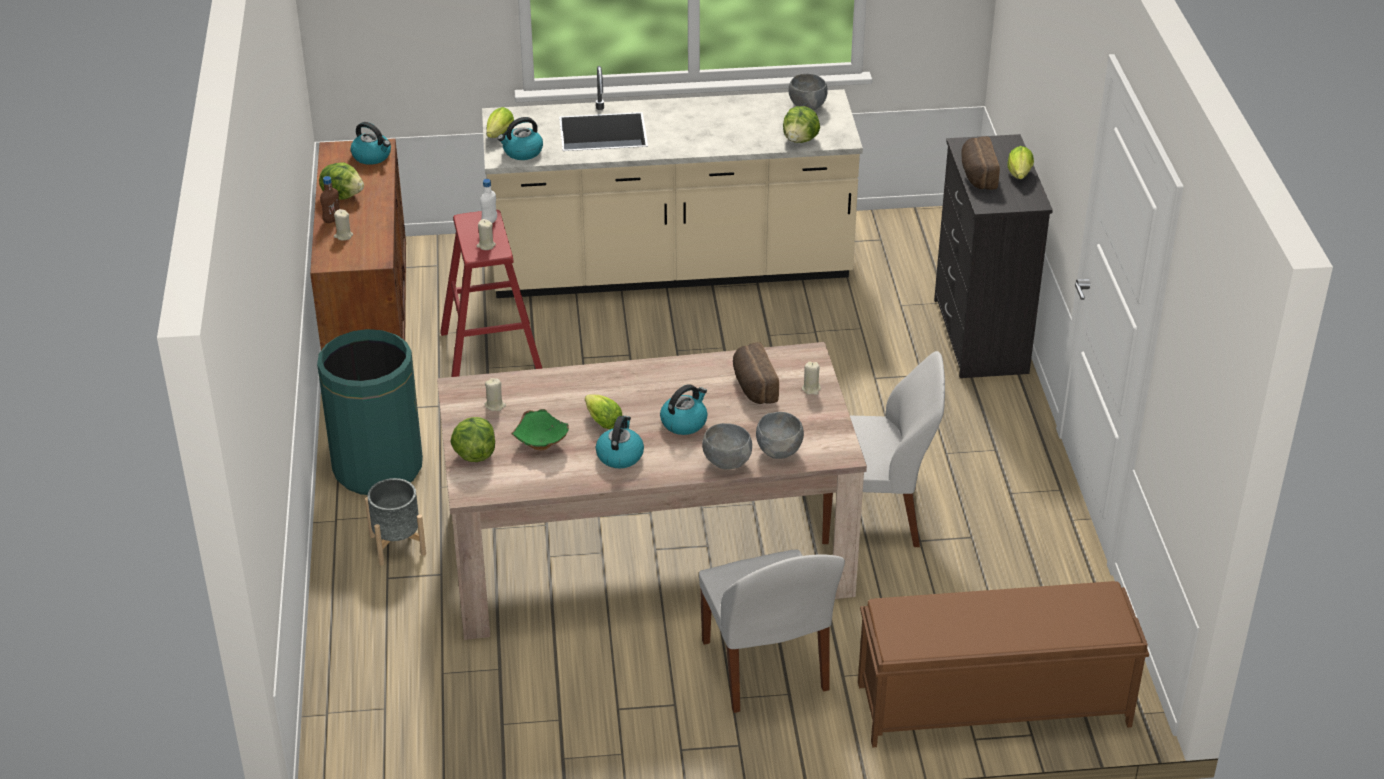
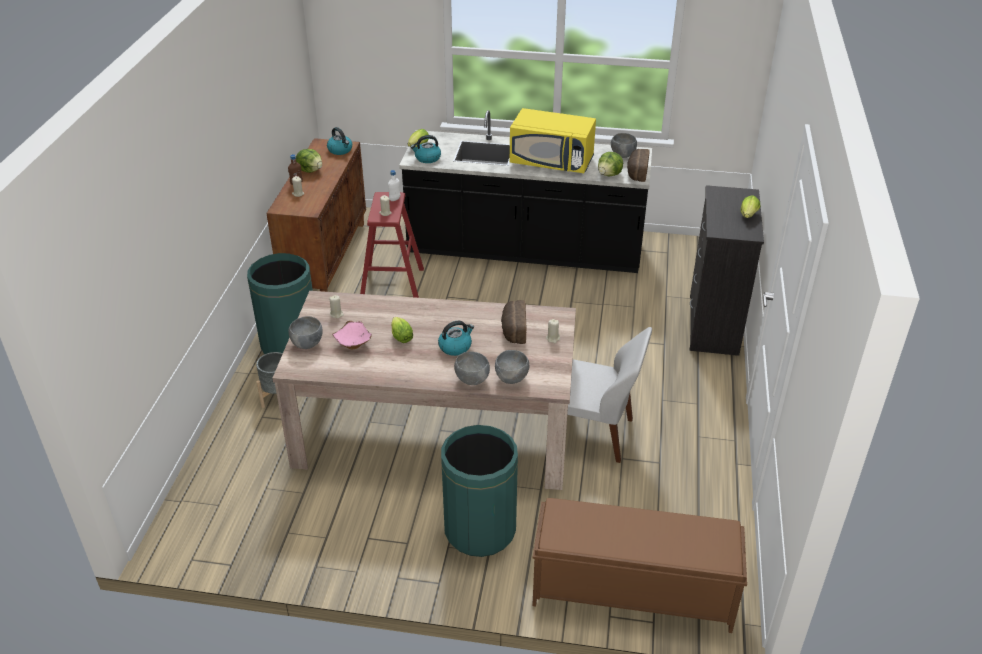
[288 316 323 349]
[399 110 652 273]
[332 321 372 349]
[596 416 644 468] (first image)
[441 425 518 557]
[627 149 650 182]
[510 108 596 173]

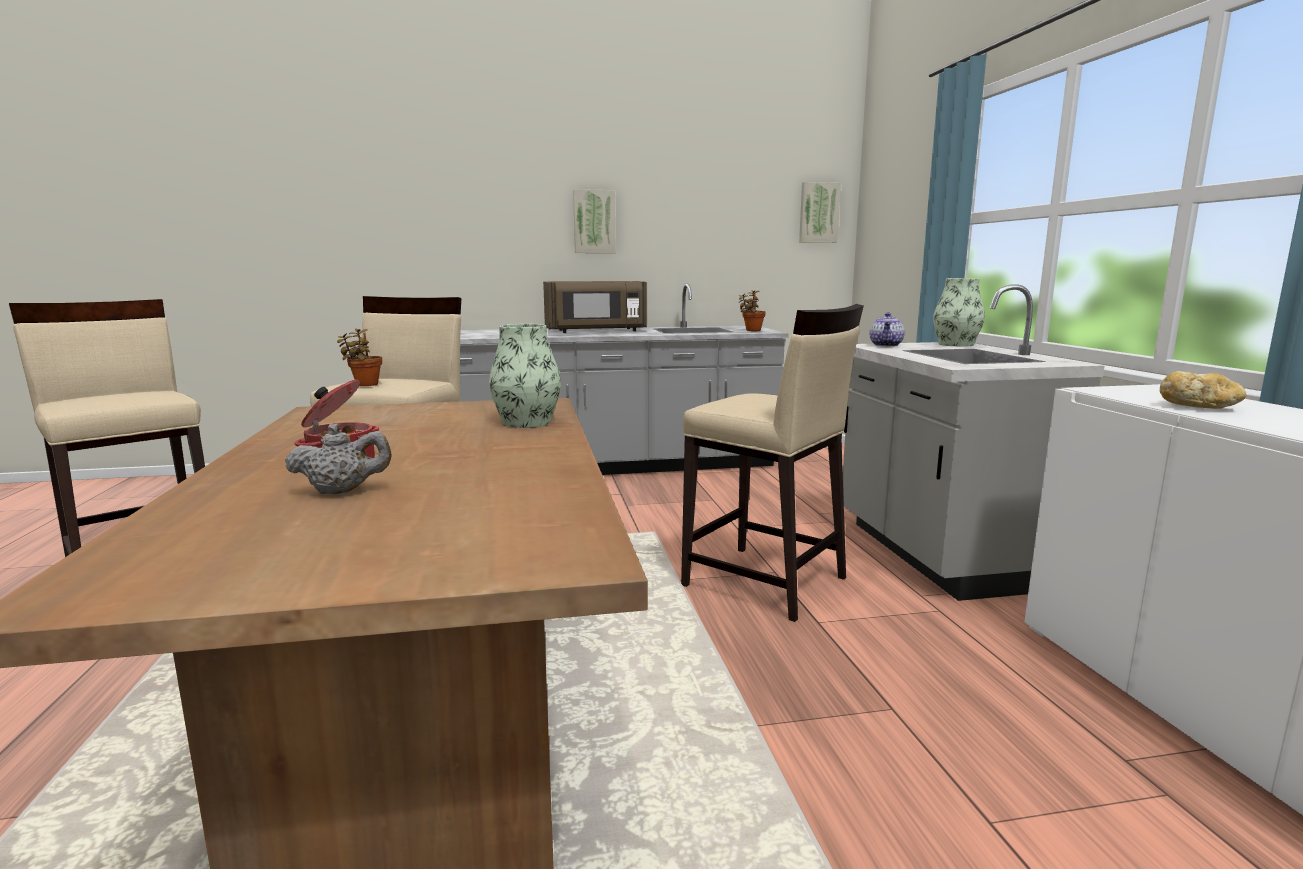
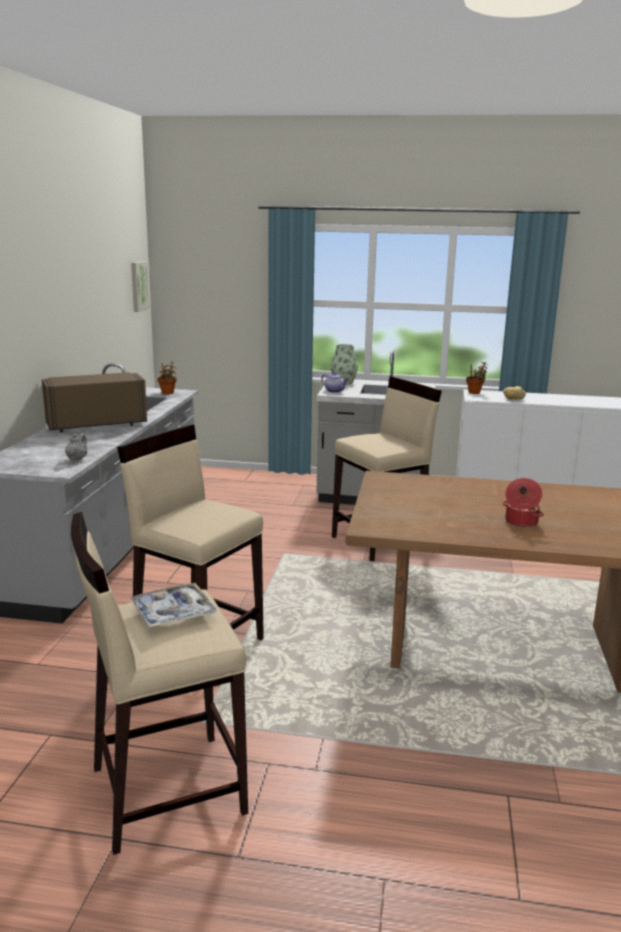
[65 433 88 461]
[466 362 488 394]
[489 324 561 428] (first image)
[42 372 147 432]
[573 189 616 253] (first image)
[129 583 218 628]

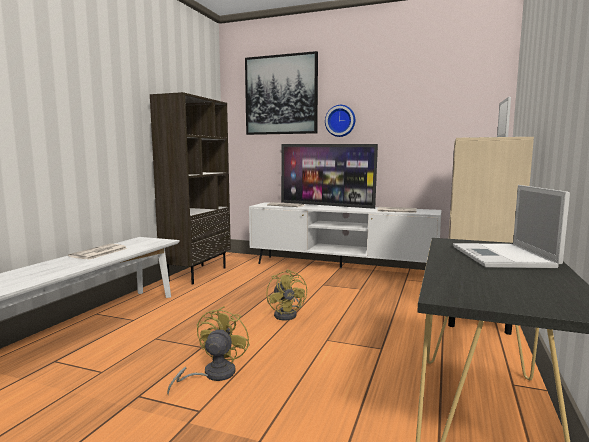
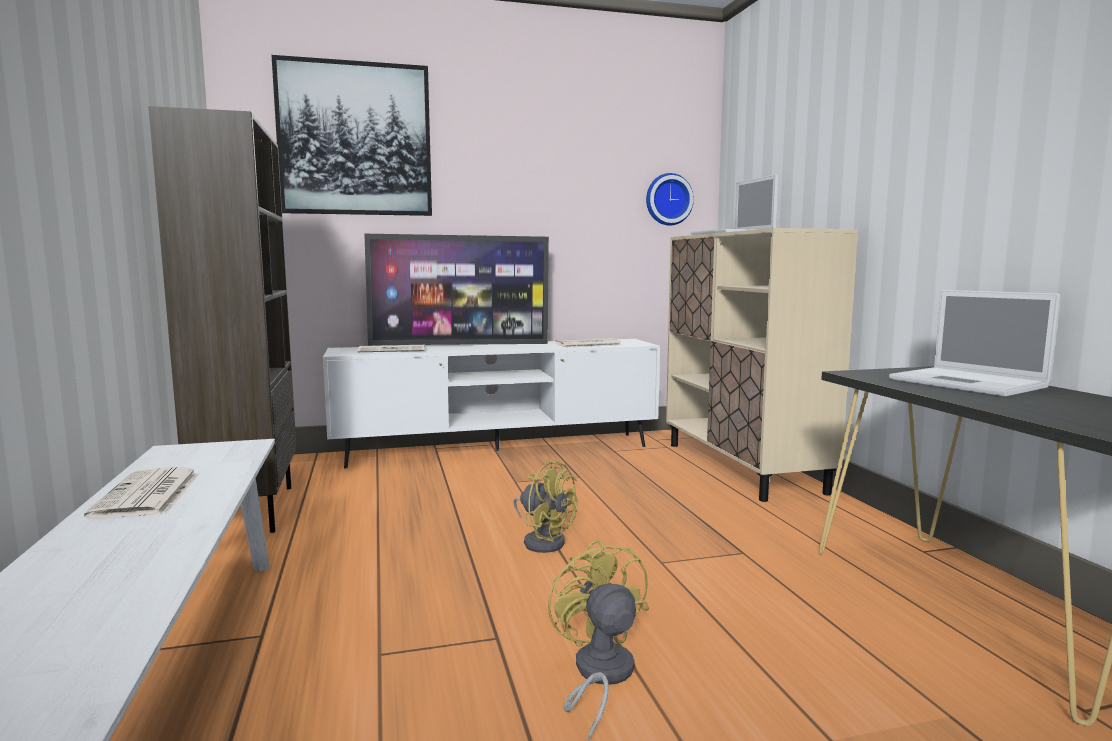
[646 173 694 226]

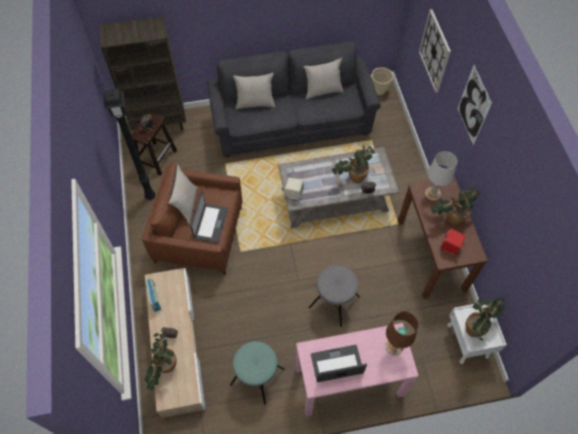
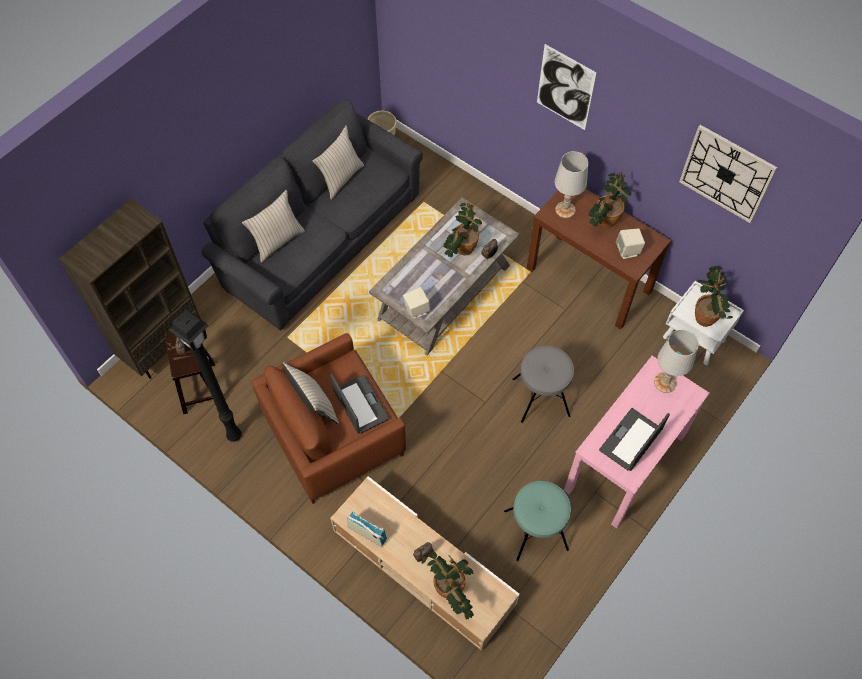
[654 329 699 393]
[679 125 778 223]
[616 229 645 259]

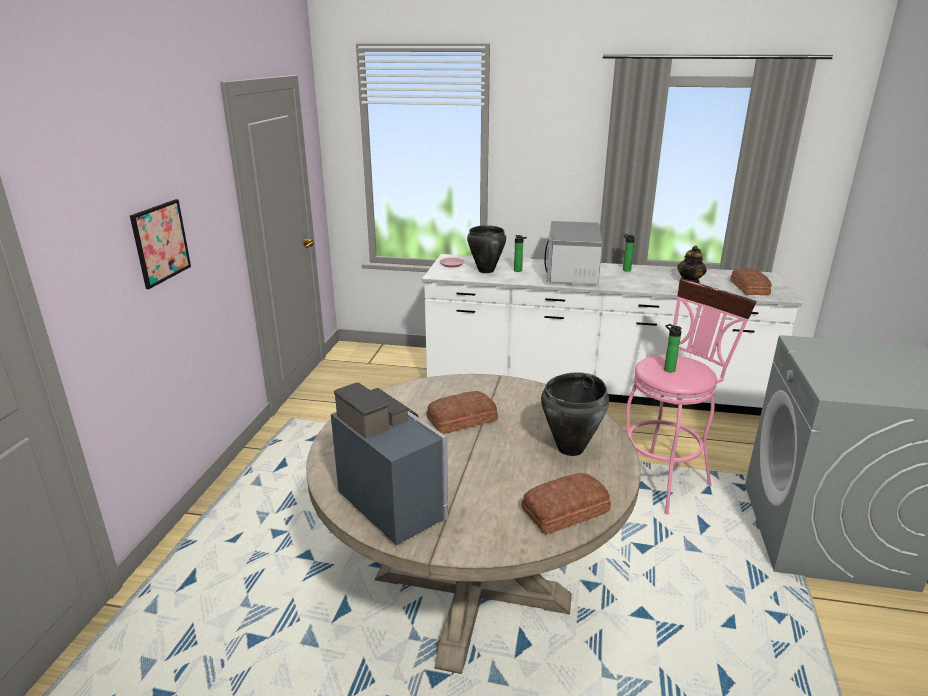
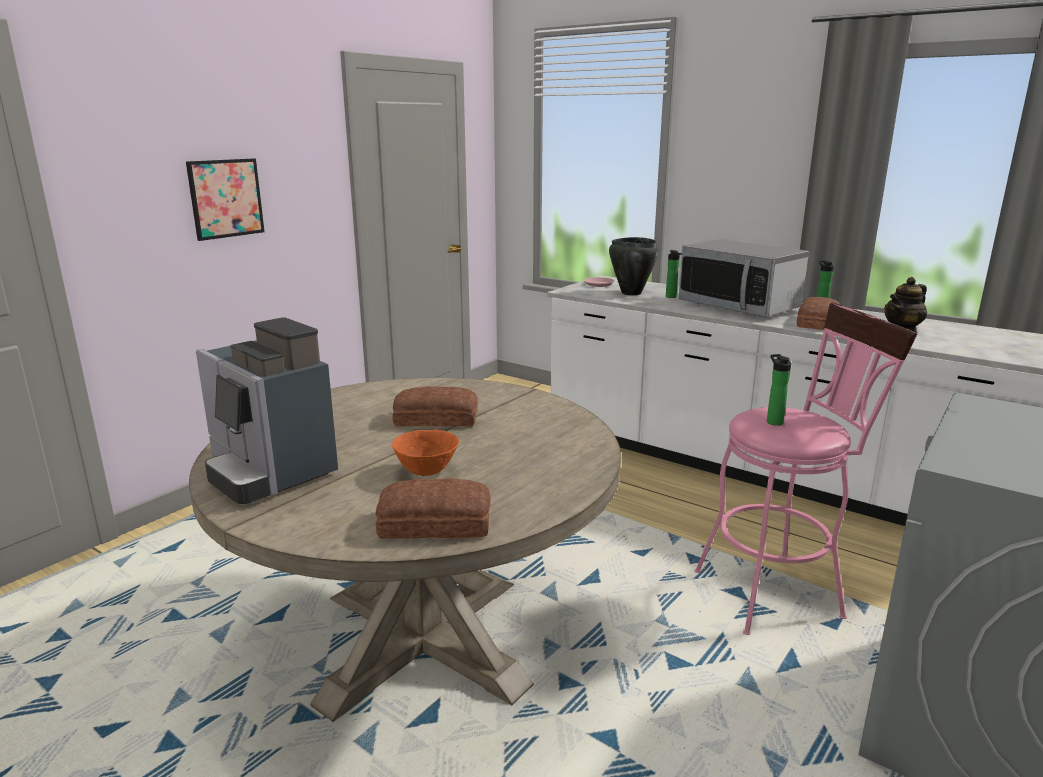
[196 317 338 504]
[541 372 609 456] (first image)
[678 239 809 317]
[797 297 840 330]
[392 429 459 476]

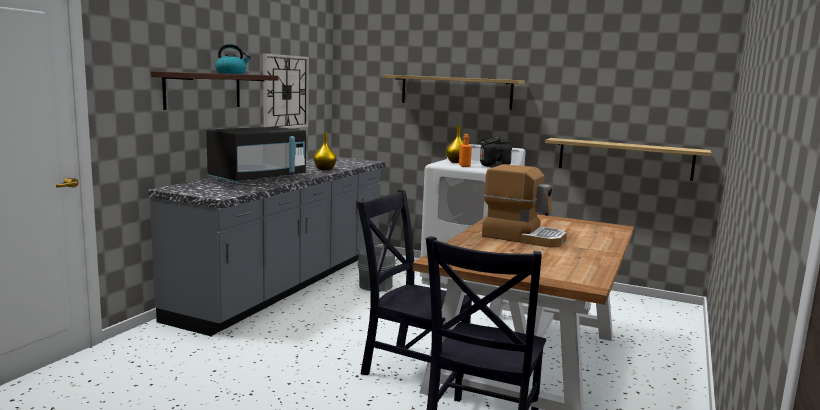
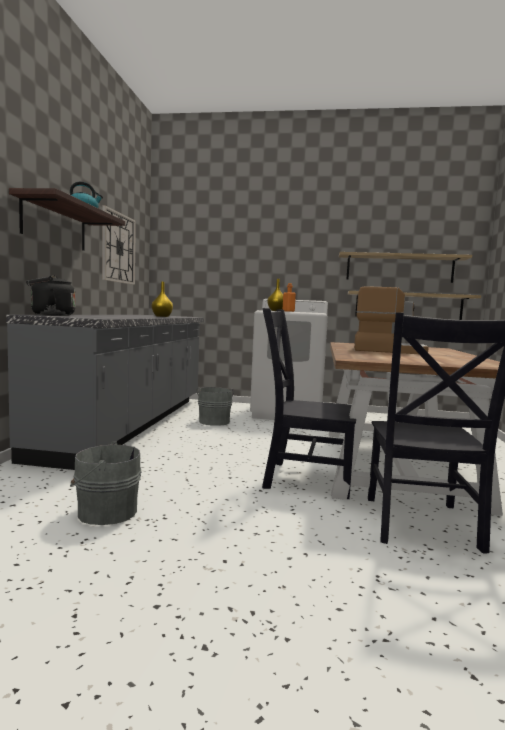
[206 127 306 184] (first image)
[339 252 472 283]
[26 275 75 316]
[70 441 141 525]

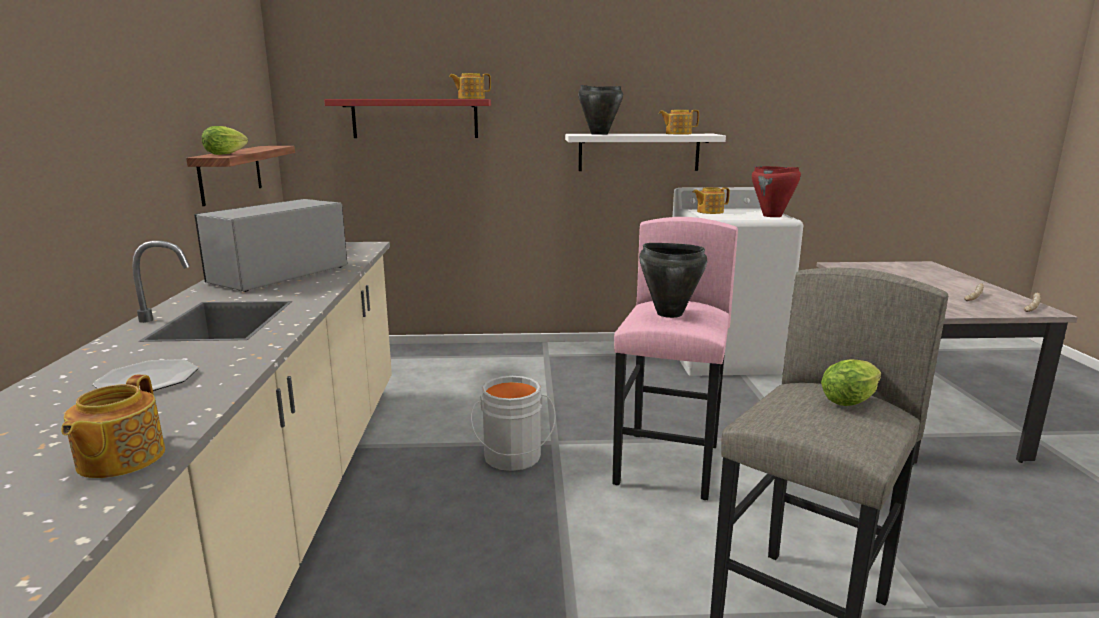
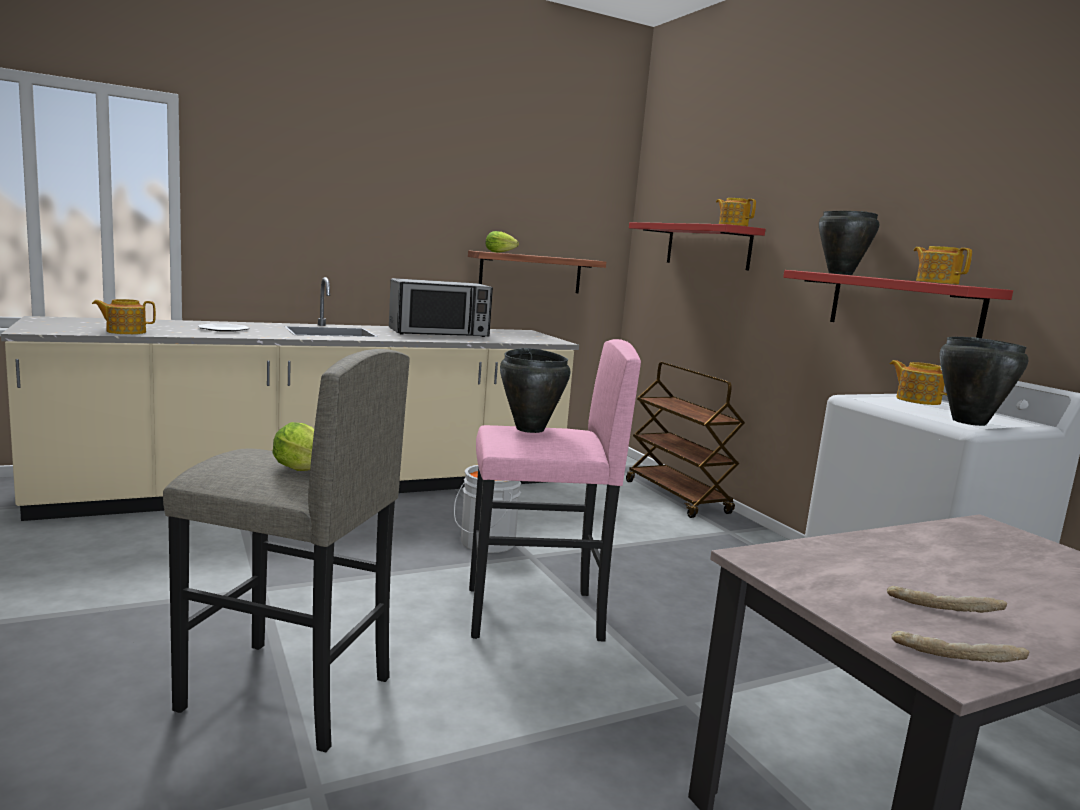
[389 278 493 337]
[783 270 1013 338]
[940 337 1028 426]
[626 362 745 518]

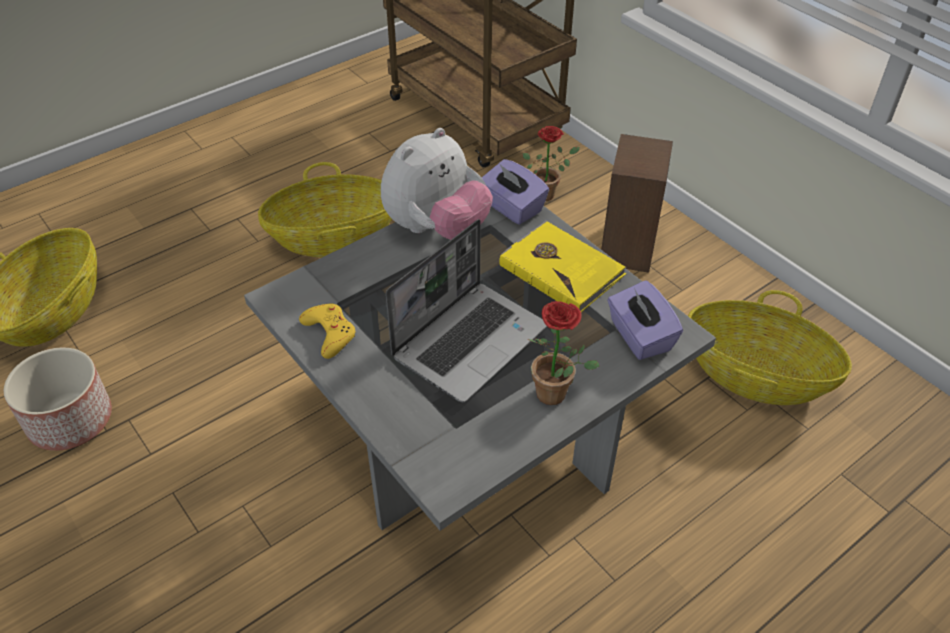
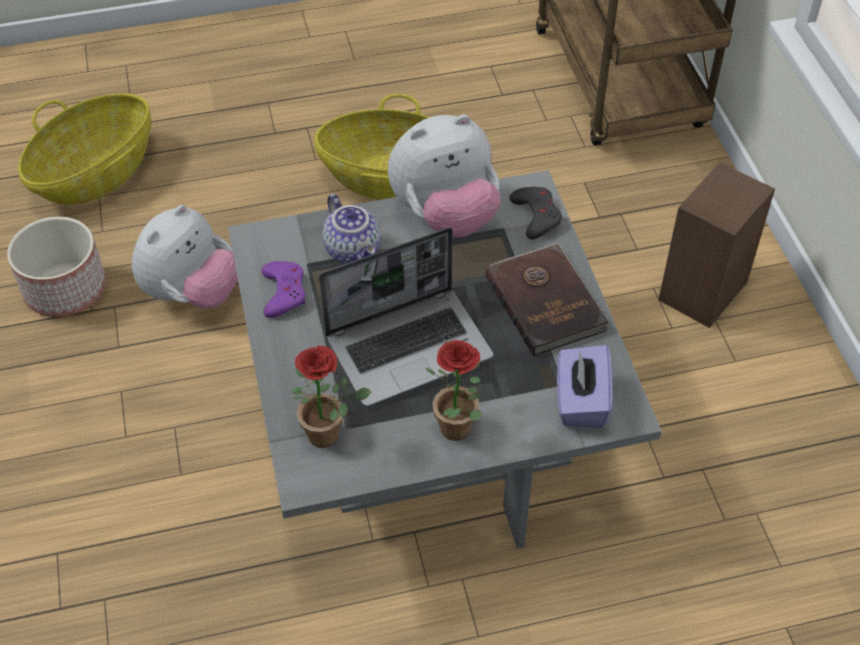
[261 261 305 318]
[509 187 562 240]
[485 242 610 356]
[292 345 371 448]
[688 290 852 405] (first image)
[132 205 238 308]
[323 194 381 263]

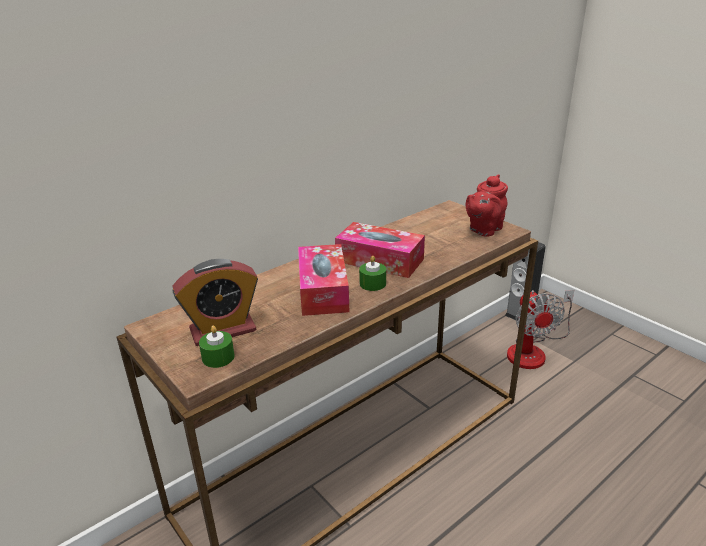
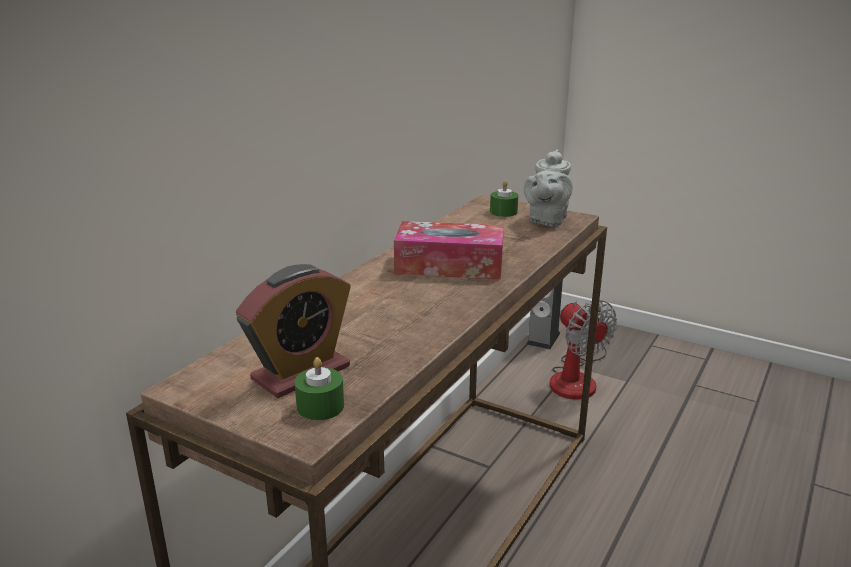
[298 244 349 316] (first image)
[490 180 518 217]
[523 150 573 226]

